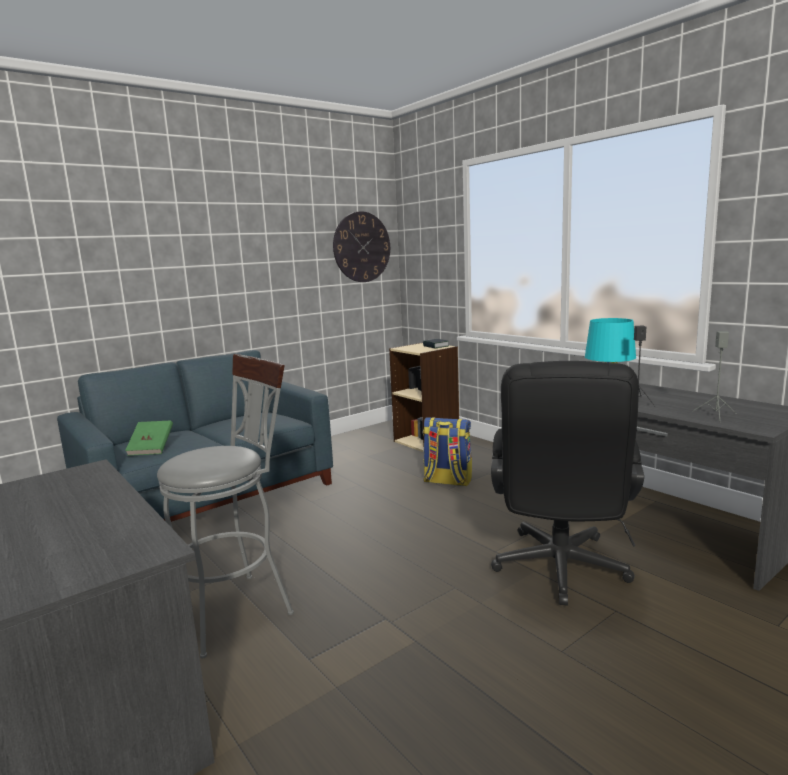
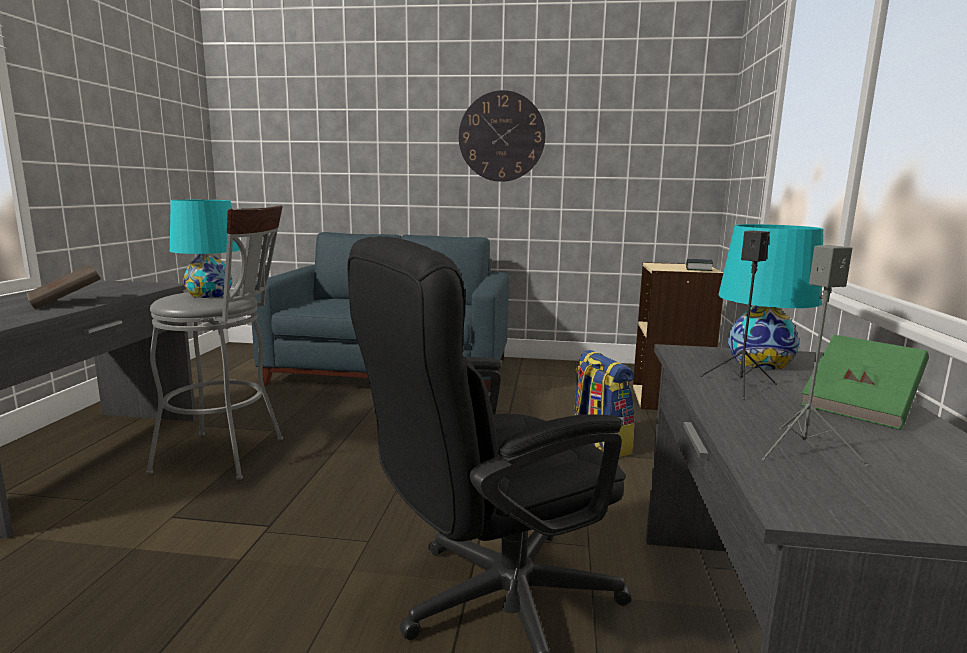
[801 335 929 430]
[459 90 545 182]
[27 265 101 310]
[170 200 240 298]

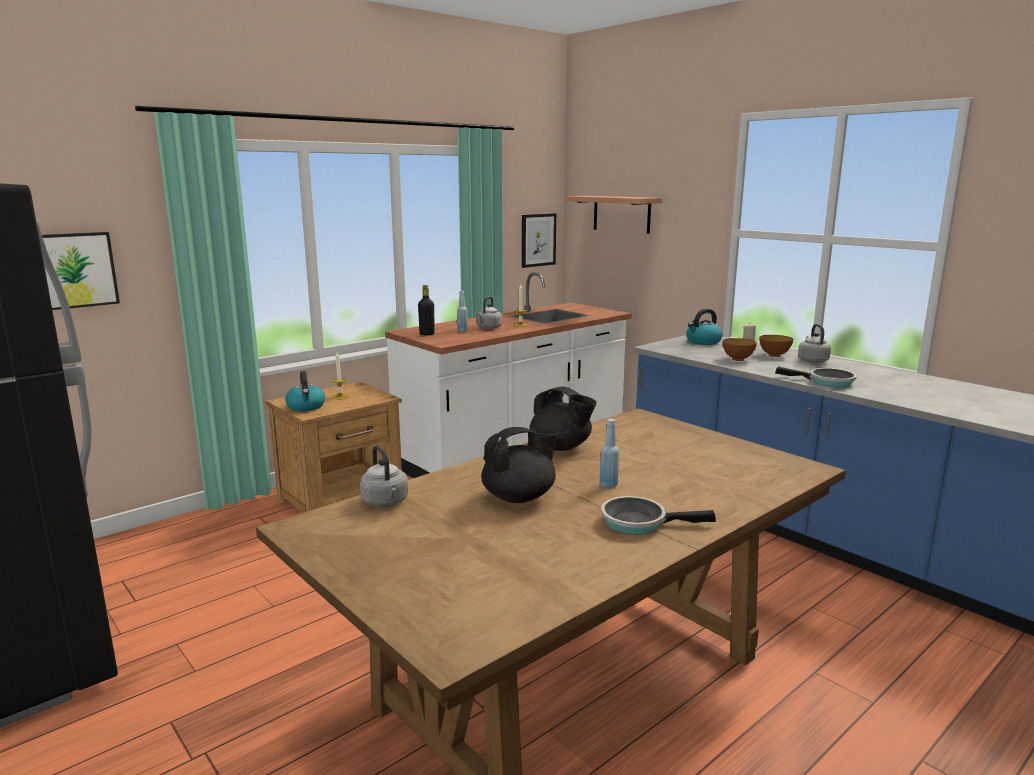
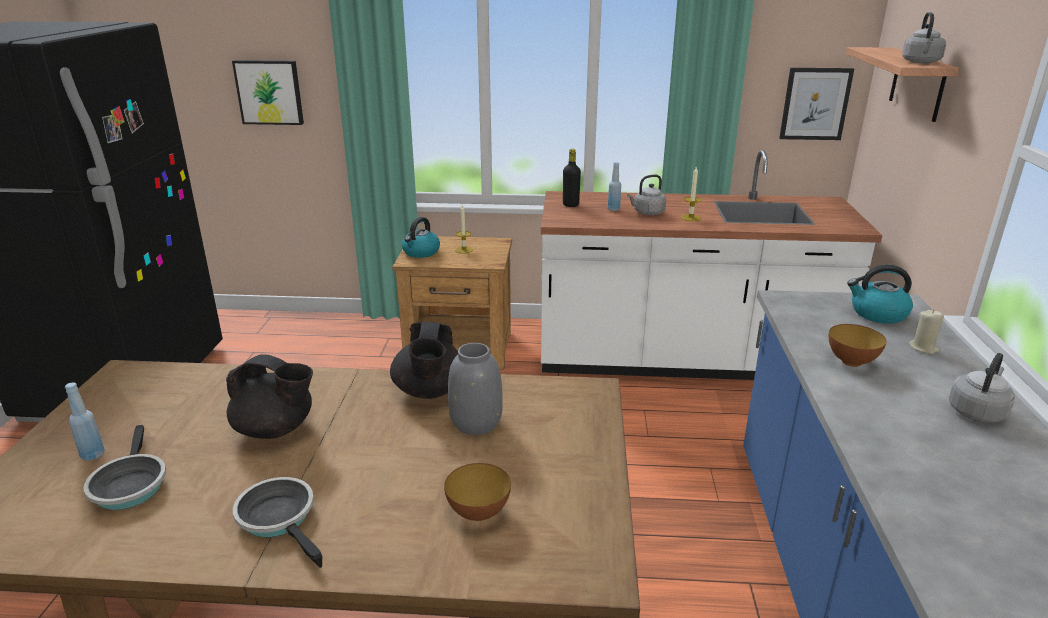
[902 12 946 63]
[65 382 105 461]
[444 463 511 521]
[84 425 166 510]
[448 343 503 435]

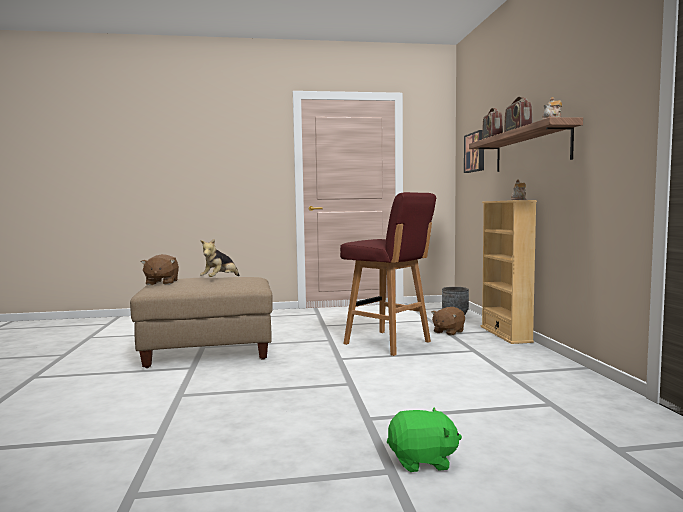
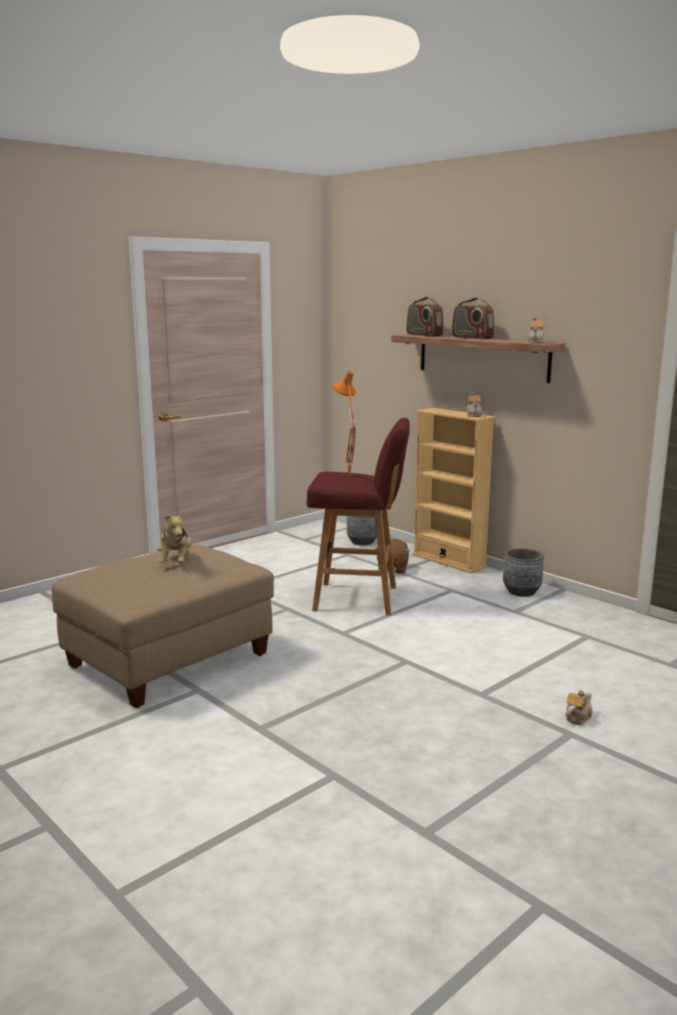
[141 254 179 285] (first image)
[565 690 592 725]
[464 130 484 173] (first image)
[333 370 356 475]
[503 548 544 597]

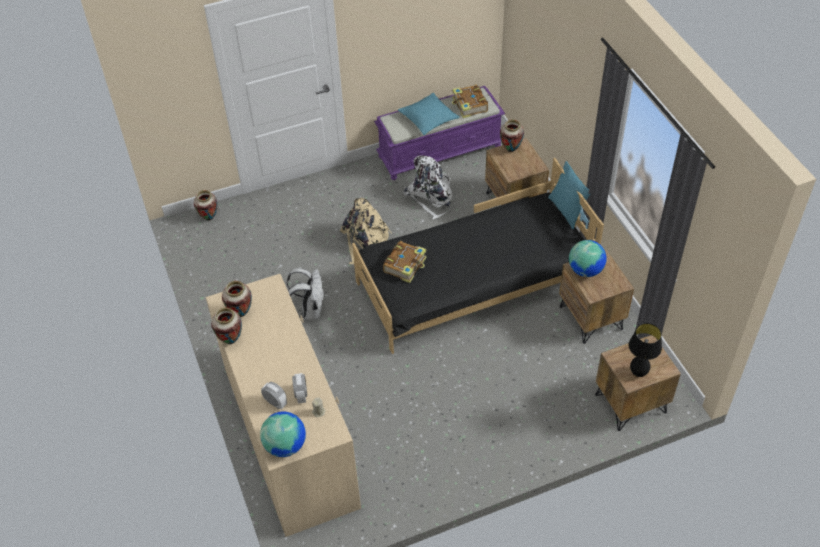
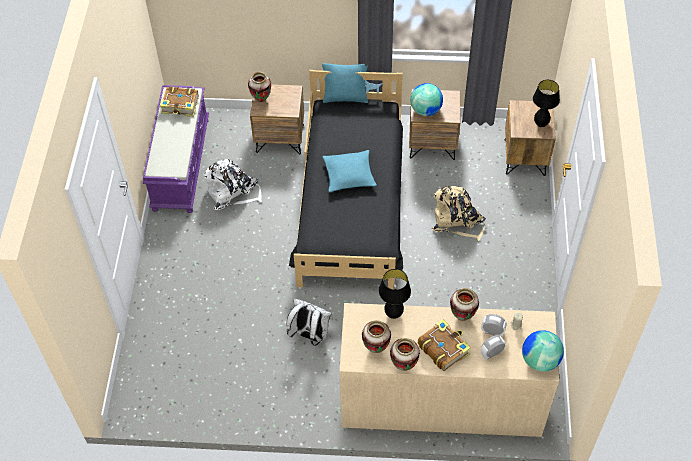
[450 288 479 321]
[431 186 486 241]
[418 319 471 371]
[322 150 377 192]
[379 269 411 319]

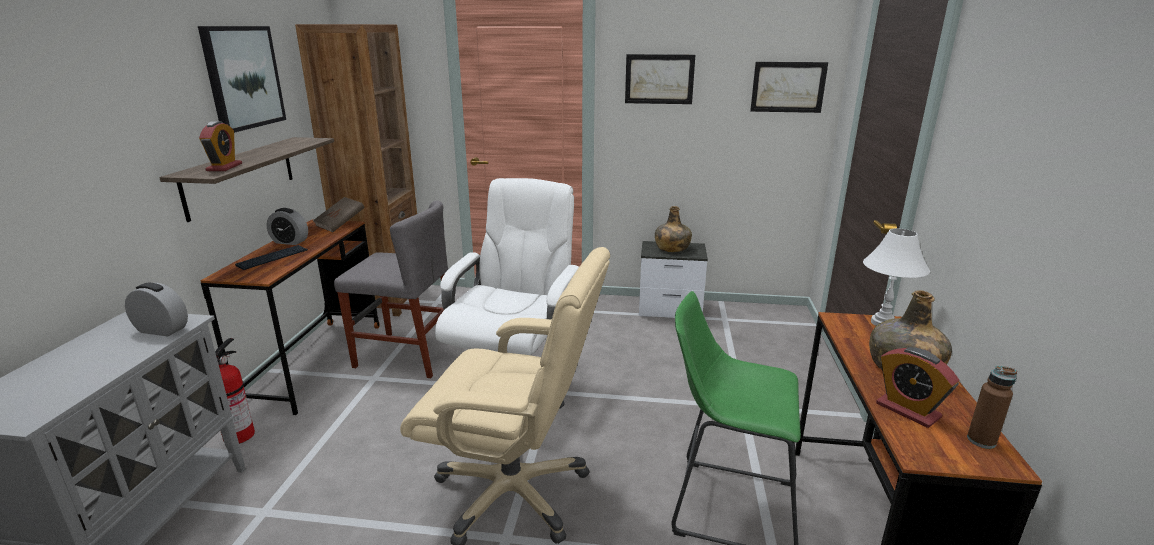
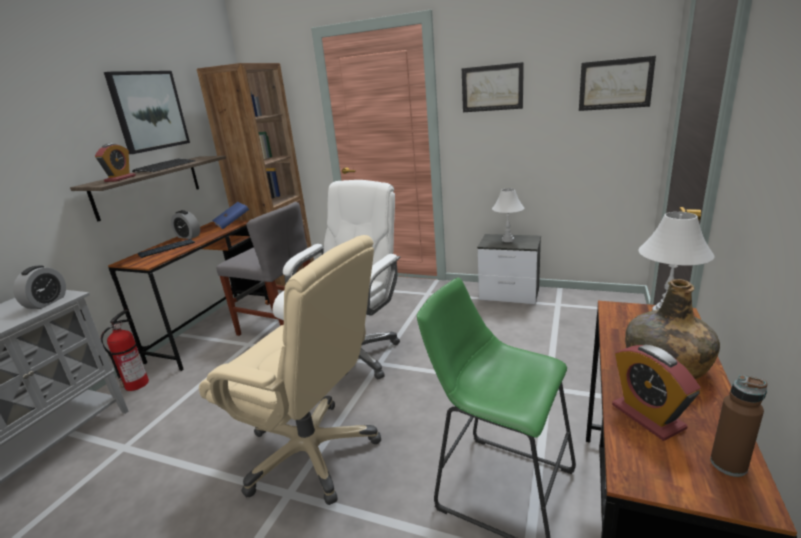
[13 266 66 309]
[212 202 249 229]
[492 188 524 242]
[132 158 196 173]

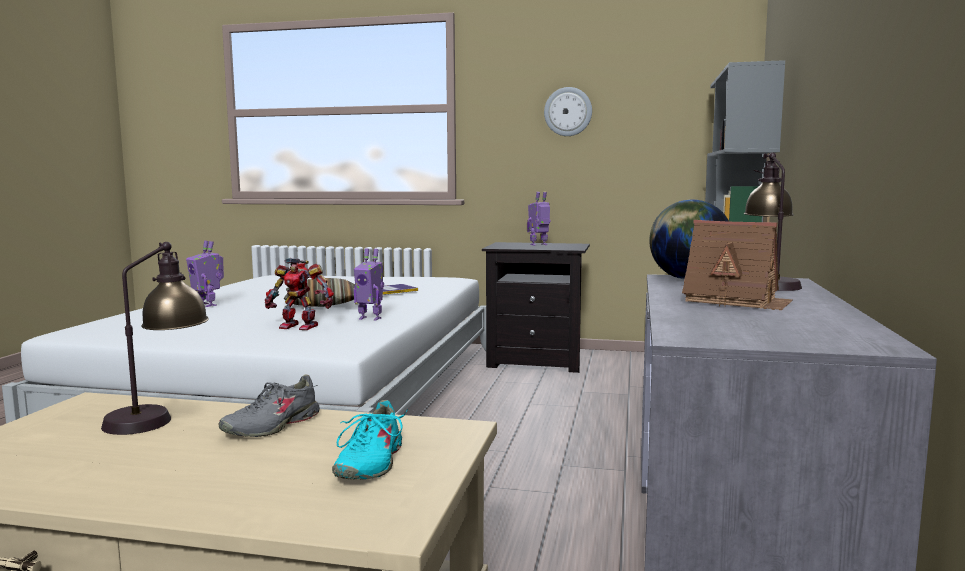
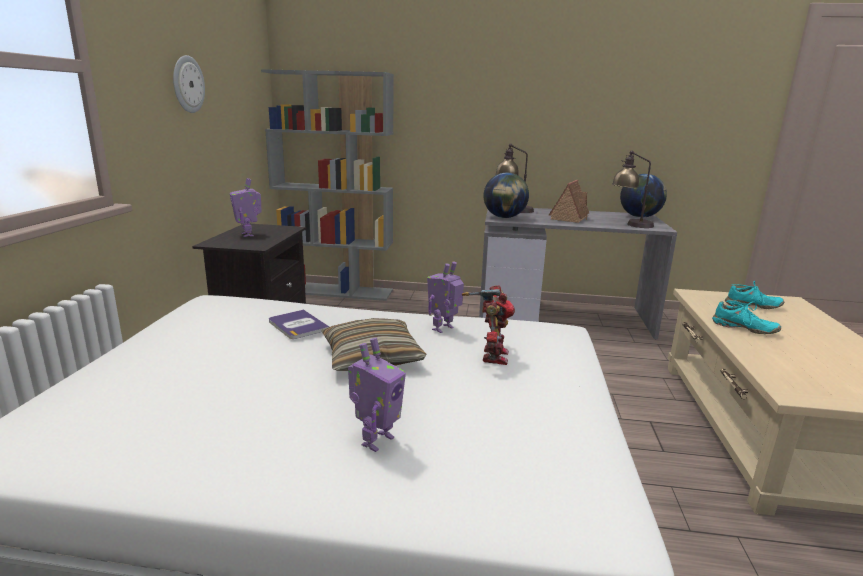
[612 150 654 228]
[712 301 781 334]
[427 261 464 333]
[620 174 667 217]

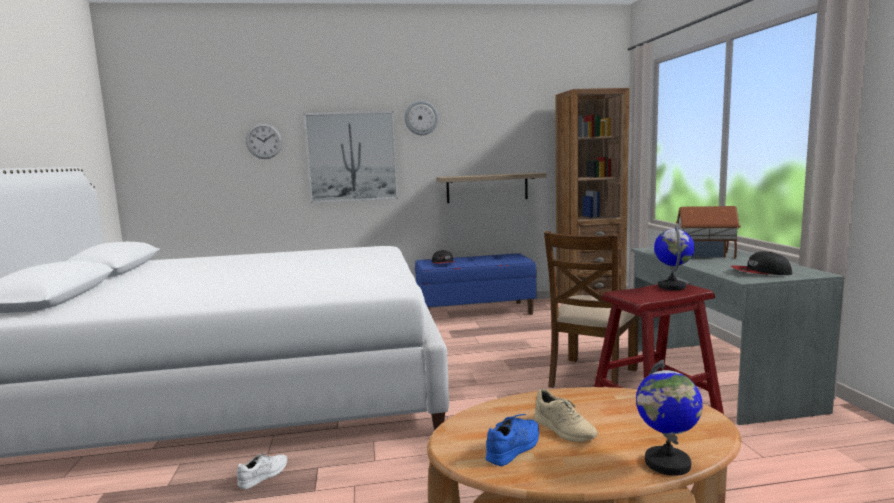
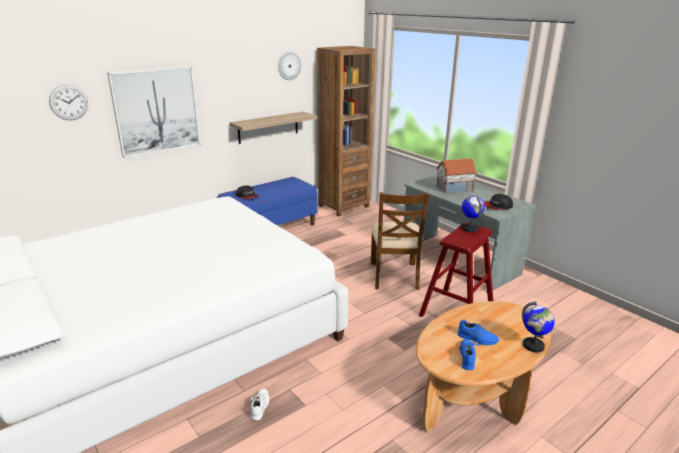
[278 52 301 80]
[458 319 499 345]

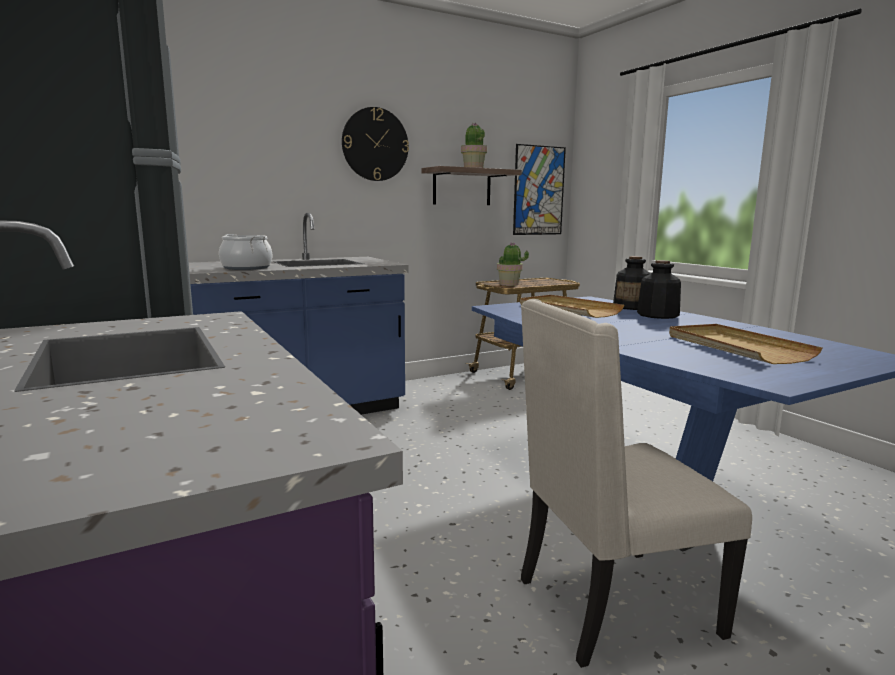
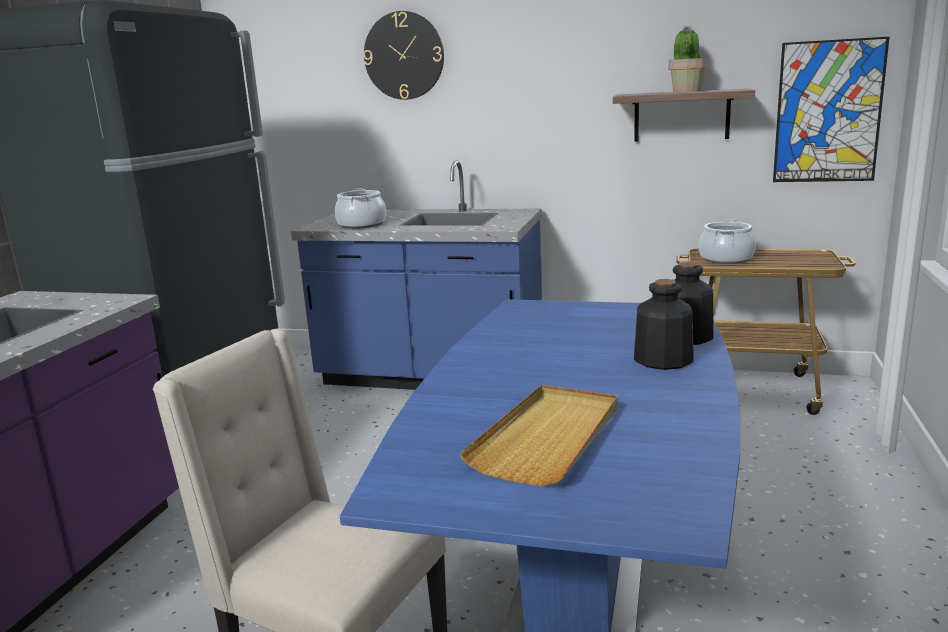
[363 11 444 100]
[699 219 756 264]
[520 295 624 318] (first image)

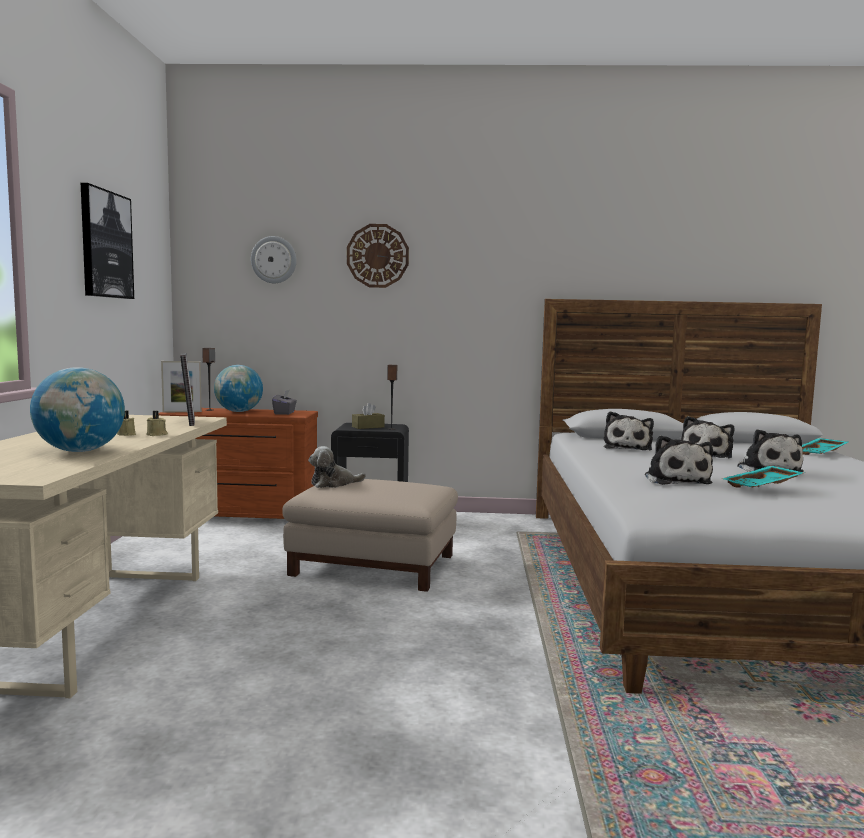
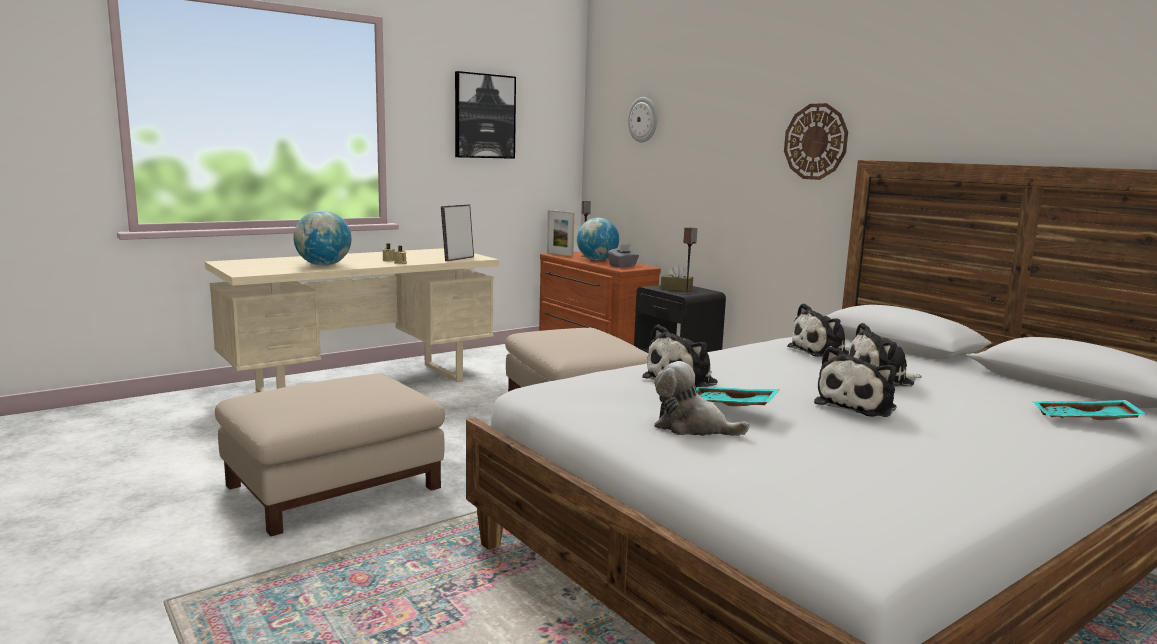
[654 361 750 436]
[784 103 848 180]
[215 374 445 536]

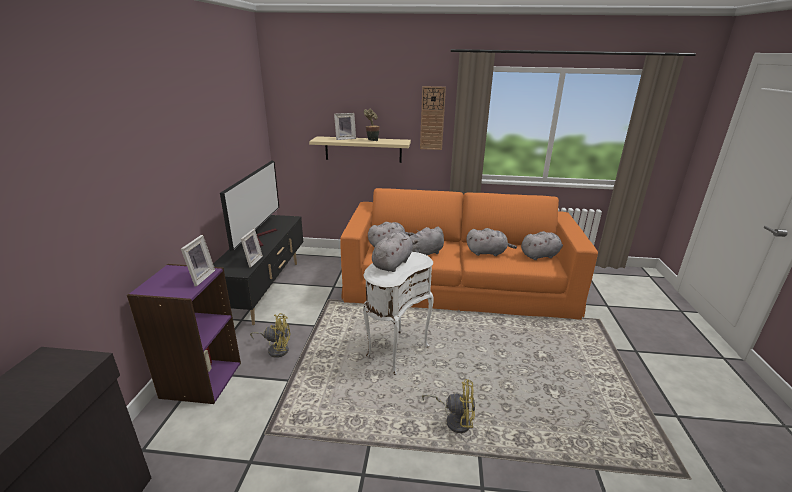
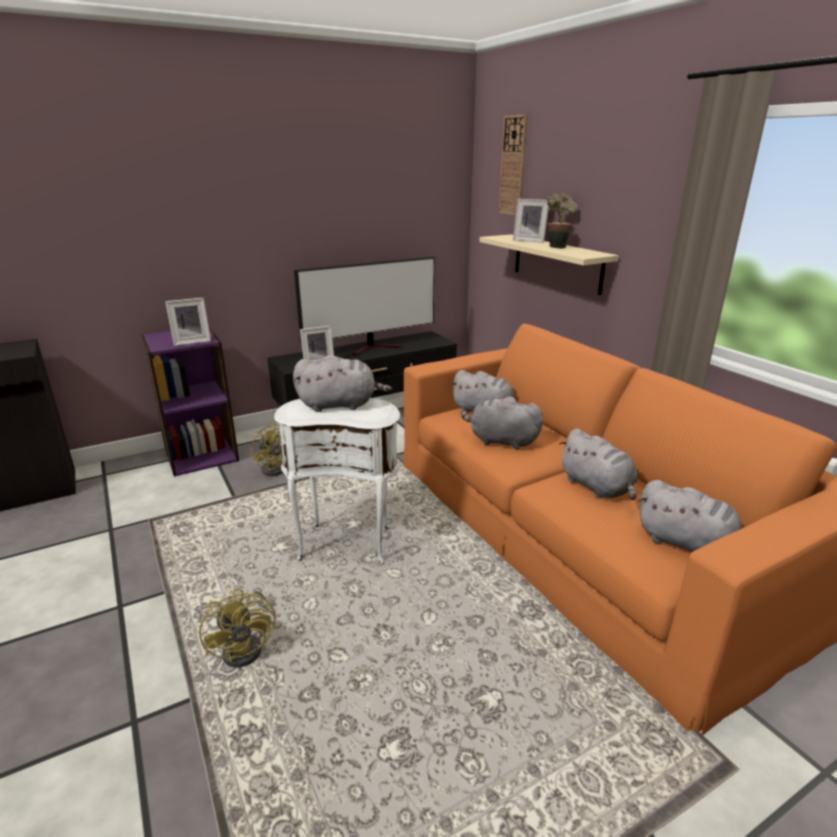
[498 114 528 216]

